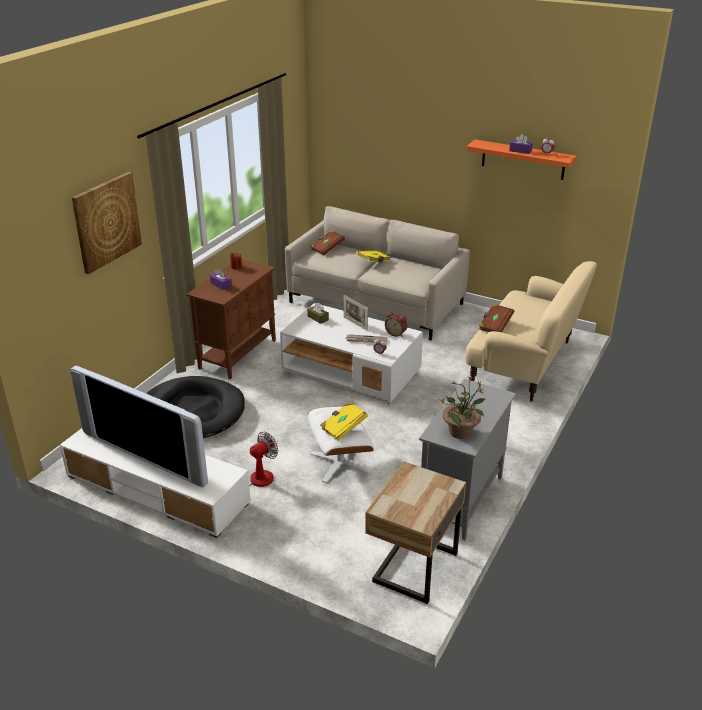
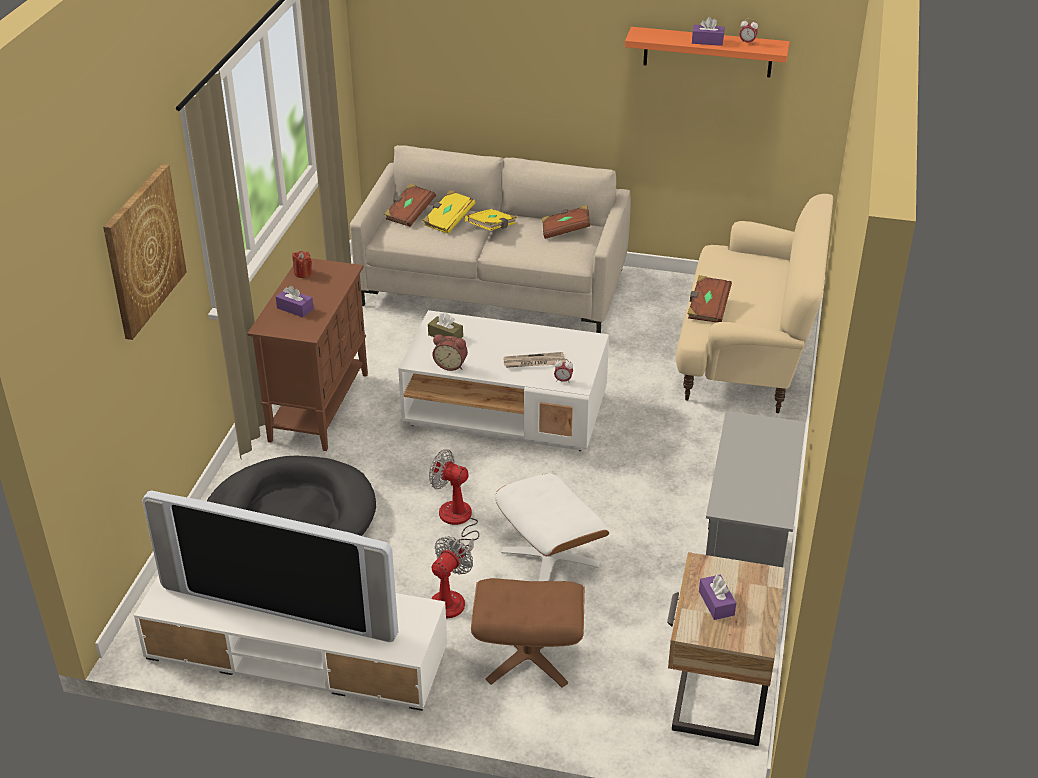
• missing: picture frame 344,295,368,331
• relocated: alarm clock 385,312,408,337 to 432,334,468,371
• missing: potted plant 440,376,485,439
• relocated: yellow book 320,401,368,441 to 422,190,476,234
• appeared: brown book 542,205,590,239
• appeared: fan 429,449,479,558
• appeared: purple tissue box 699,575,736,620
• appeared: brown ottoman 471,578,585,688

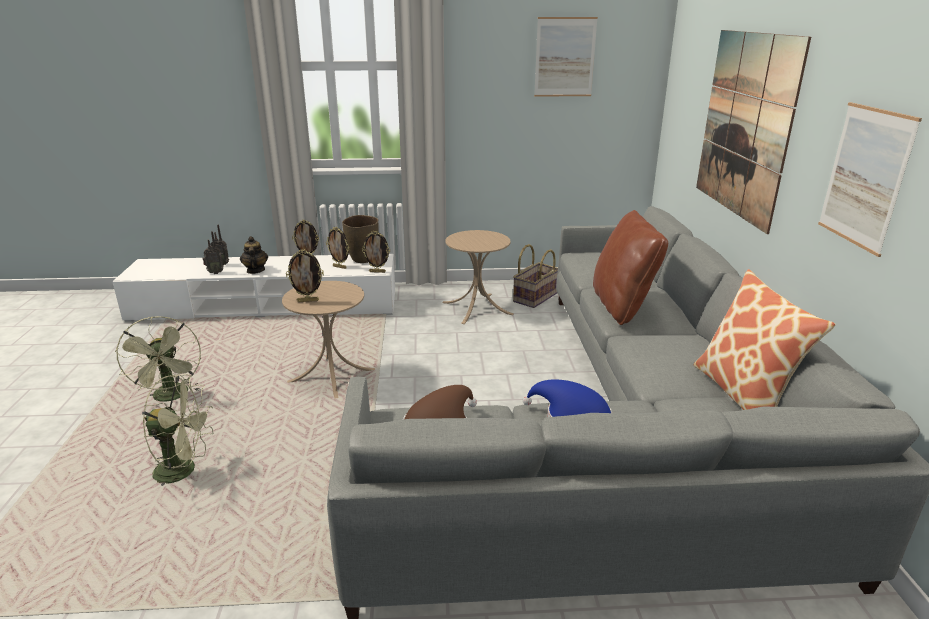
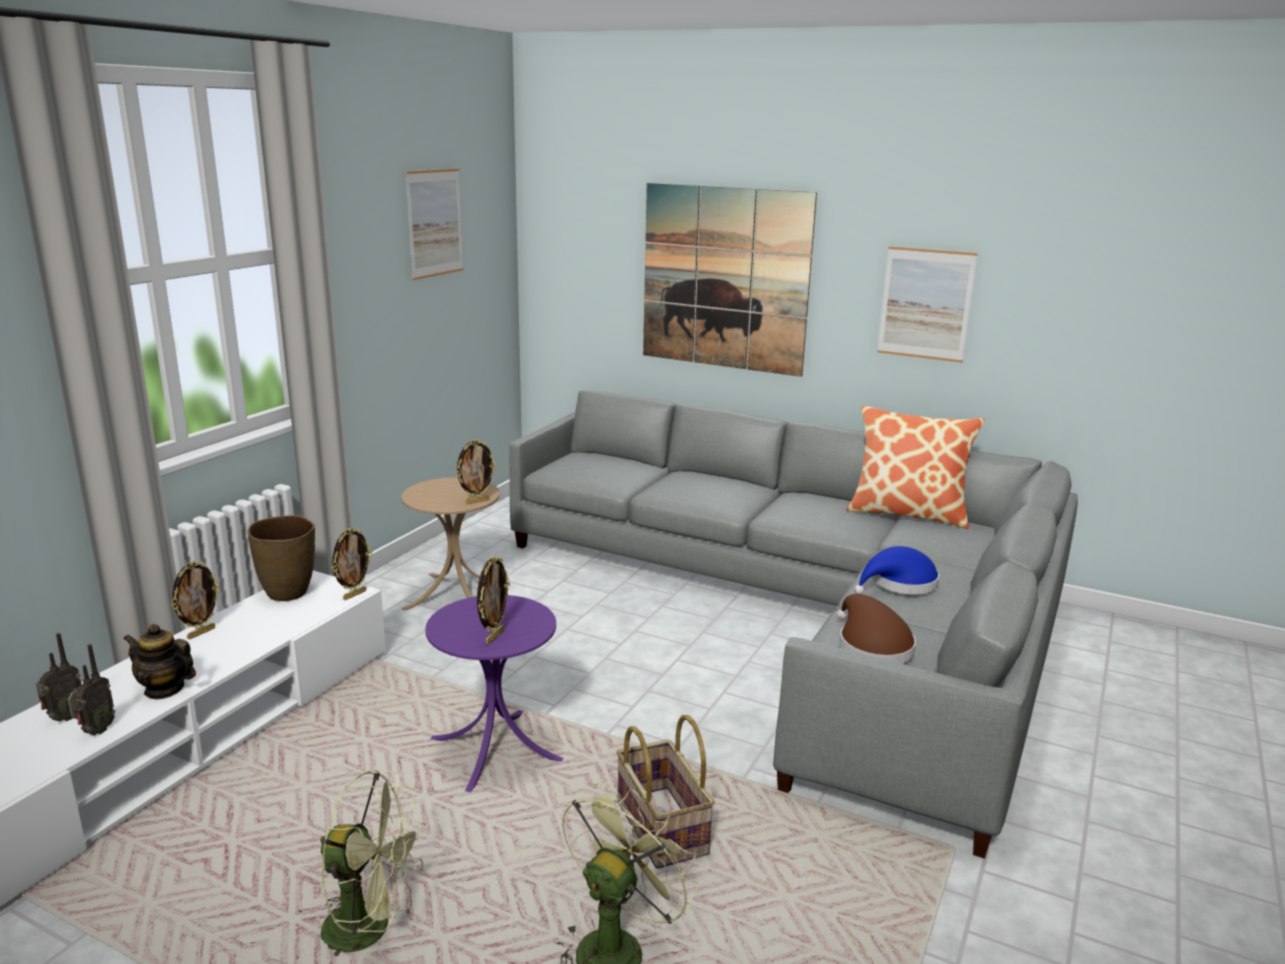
• missing: brown pillow 593,210,668,325
• relocated: picture frame 326,227,349,269 to 455,439,497,504
• relocated: basket 513,244,558,308 to 616,715,714,868
• colour: beige side table 282,281,375,399 to purple side table 425,595,563,792

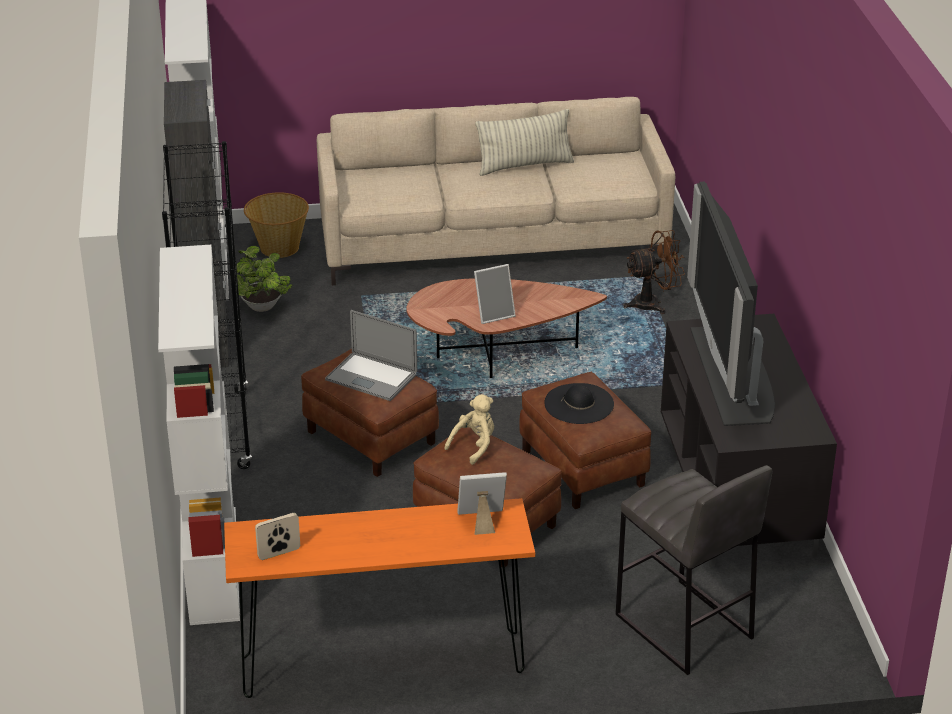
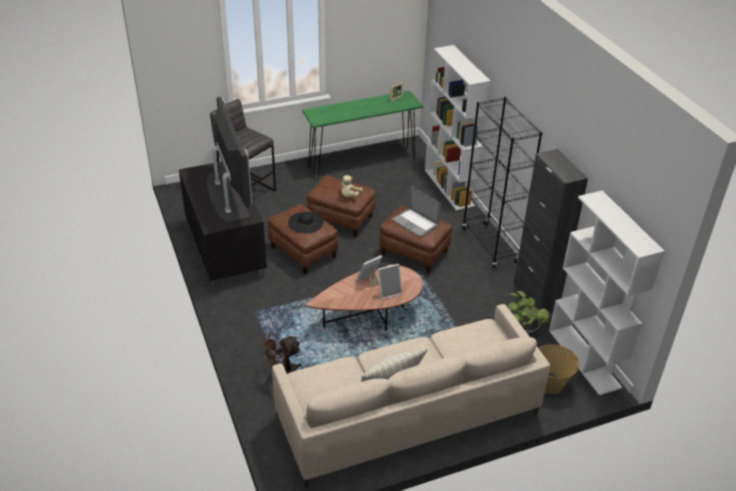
• spun: laptop 325,310,417,401 = 391,187,441,237 150 degrees counterclockwise
• relocated: picture frame 457,472,507,535 to 378,264,402,299
• colour: orange console table 224,498,535,698 to green console table 302,91,423,180

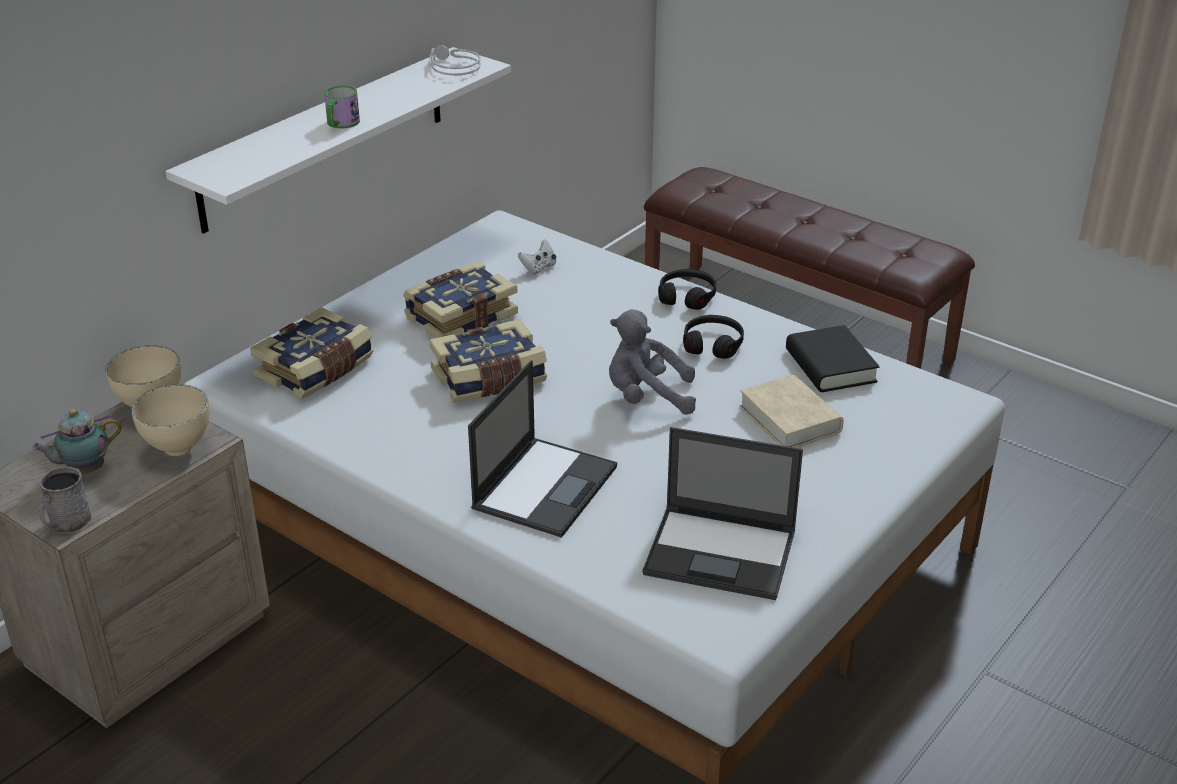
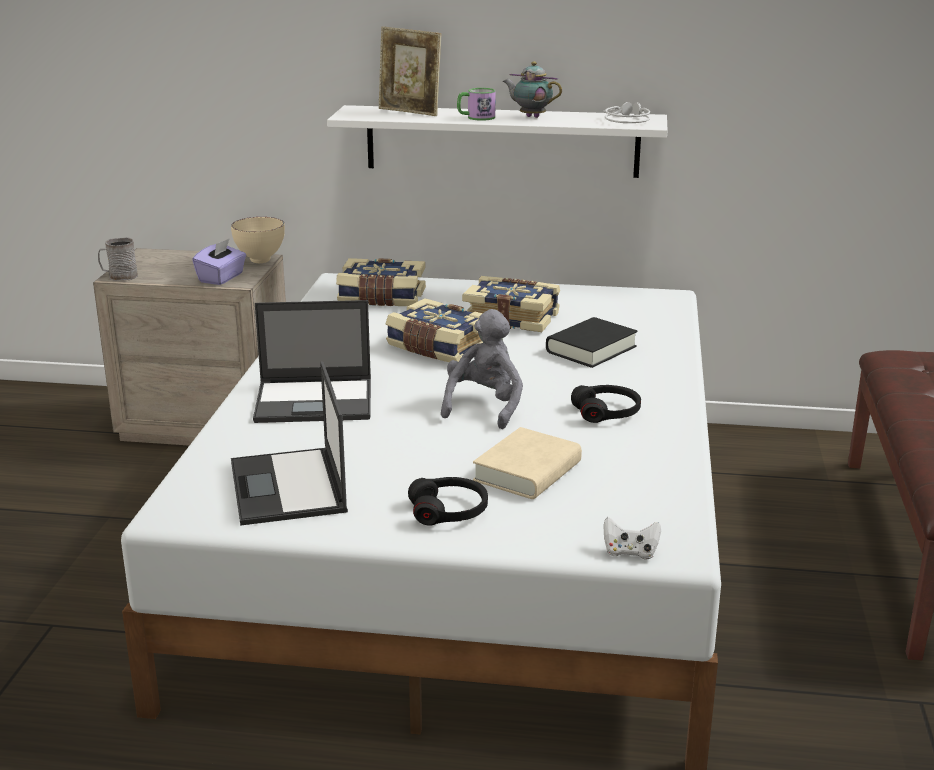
• relocated: white game controller 518,240,556,275 to 603,517,661,560
• relocated: black headphones 658,269,716,310 to 408,477,488,525
• spun: grey plush toy 609,309,696,415 = 441,309,523,429 45 degrees clockwise
• relocated: black book 786,325,879,392 to 546,317,638,368
• exchanged: beige bowl 131,384,210,456 to purple tissue box 192,238,246,285
• relocated: teapot 32,409,122,474 to 503,61,562,118
• appeared: picture frame 379,26,441,116

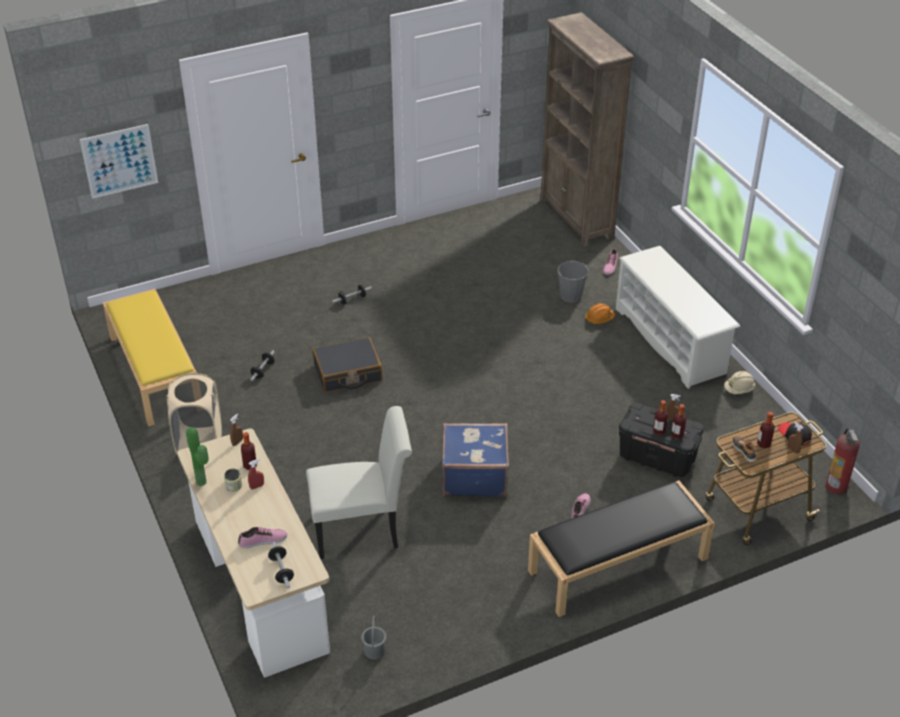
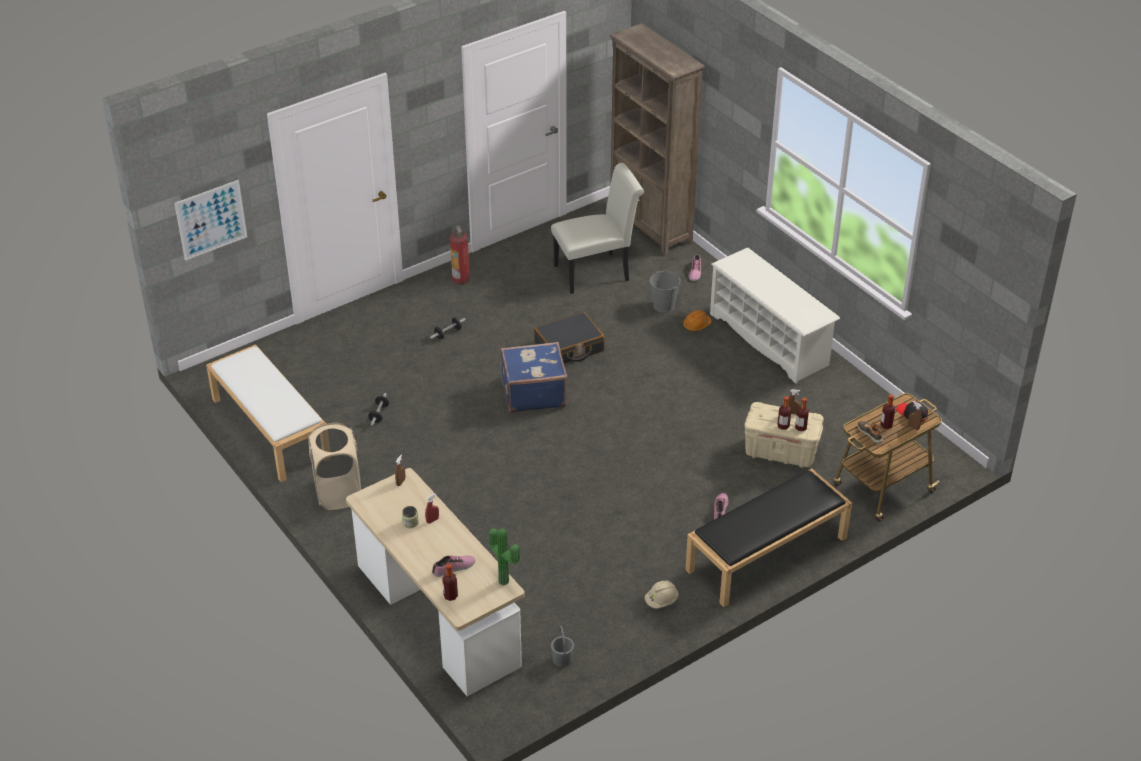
• colour: yellow bench 103,289,197,427 to white bench 206,344,326,482
• relocated: black suitcase 312,337,382,392 to 534,312,605,364
• relocated: beige hard hat 724,371,755,394 to 645,581,679,609
• colour: black storage box 619,403,704,477 to beige storage box 745,402,824,468
• relocated: white chair 306,406,412,559 to 551,163,644,294
• relocated: blue suitcase 442,423,509,497 to 501,342,567,413
• relocated: potted plant 186,427,209,486 to 489,528,520,585
• relocated: fire extinguisher 825,429,860,496 to 450,226,470,285
• relocated: bottle 241,432,257,470 to 442,564,458,601
• missing: dumbbell 268,541,294,589

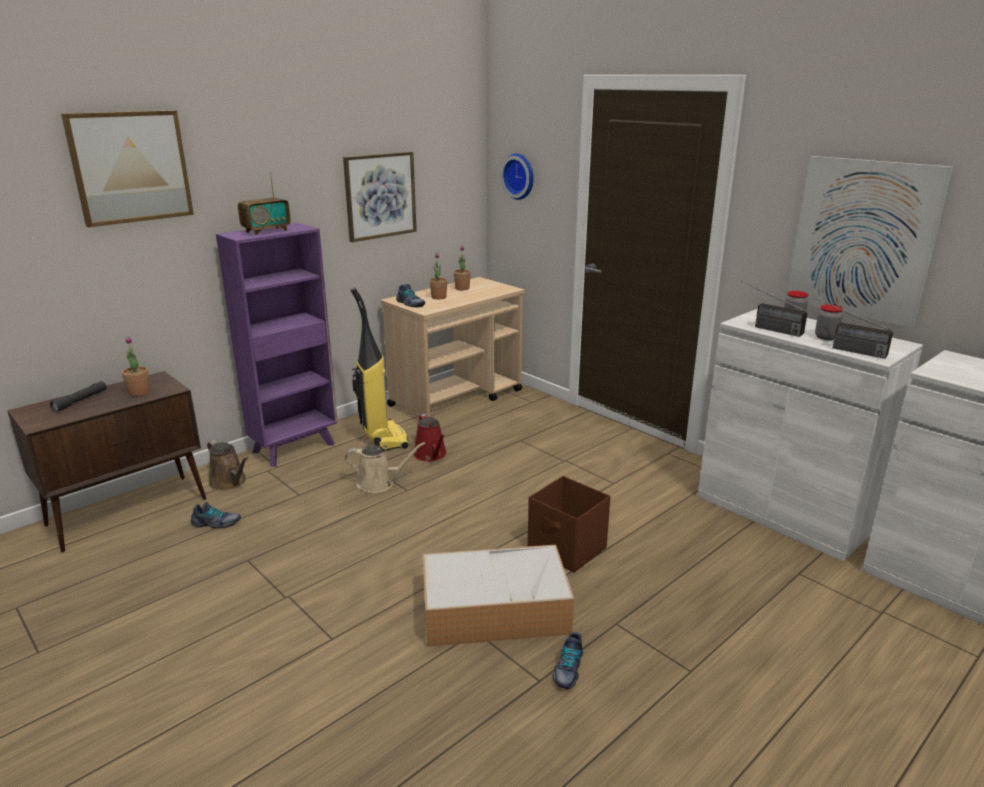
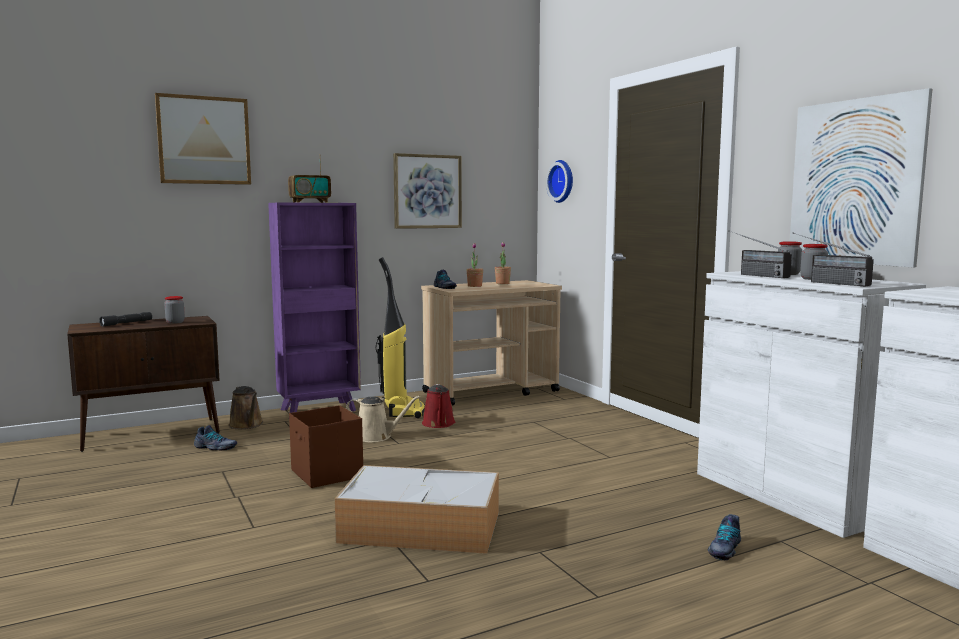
• exchanged: potted plant 122,336,150,396 to jar 164,296,185,324
• relocated: brown storage box 528,476,611,573 to 289,405,363,488
• relocated: shoe 552,632,583,689 to 707,514,741,560

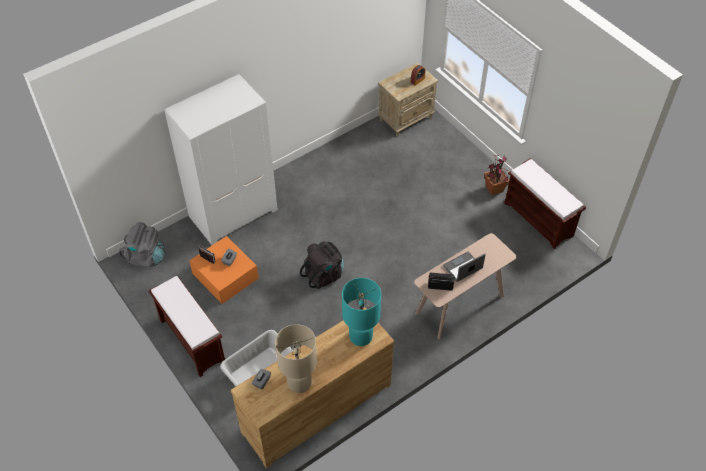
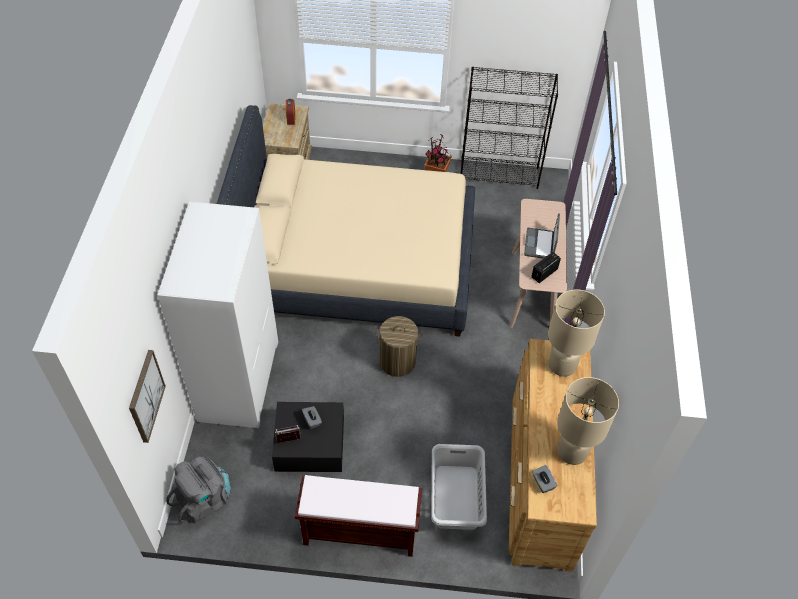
• exchanged: brown bench 504,158,586,249 to black bookcase 461,67,558,189
• colour: orange storage box 189,236,259,304 to black storage box 272,402,344,472
• exchanged: black backpack 300,241,344,289 to laundry basket 375,316,422,377
• colour: turquoise table lamp 342,278,381,346 to beige table lamp 548,289,605,377
• appeared: beige bed 217,105,475,336
• appeared: picture 129,350,166,443

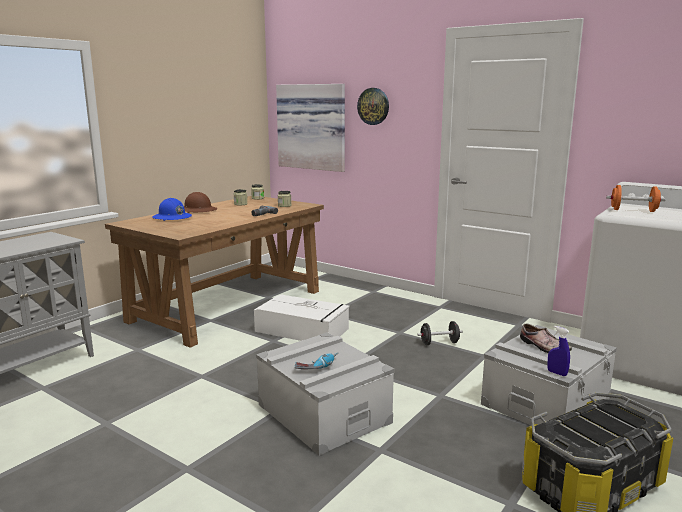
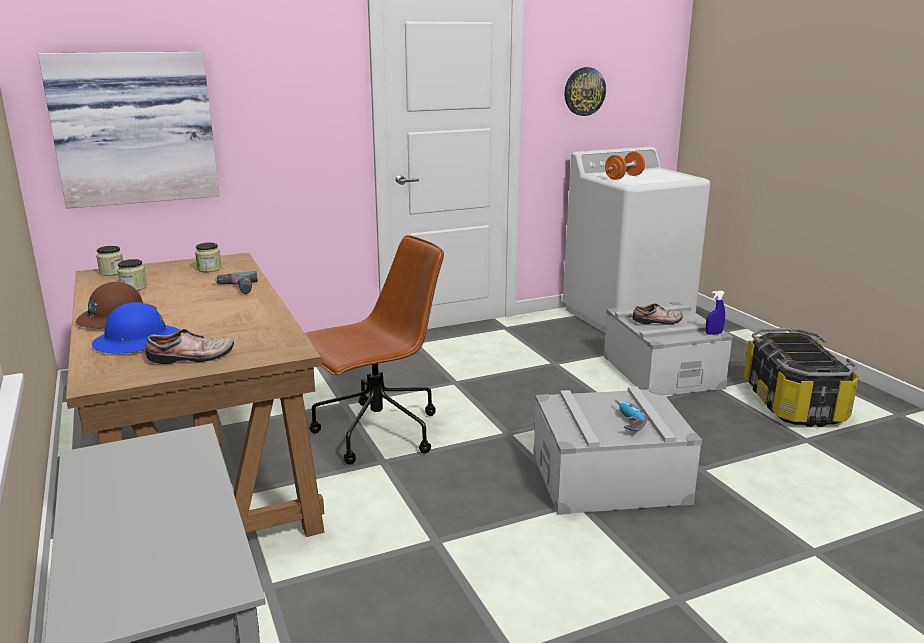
• relocated: wall clock 357,88,389,125 to 564,67,606,116
• exchanged: white storage box 254,294,350,341 to brown office chair 305,235,444,465
• missing: black dumbbell 418,321,462,345
• appeared: shoe 146,329,234,364

